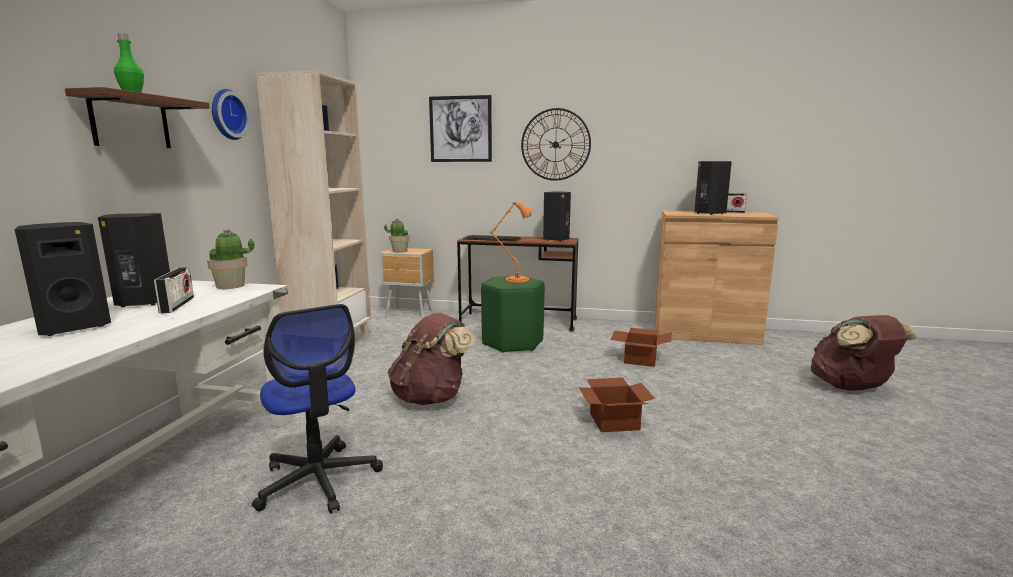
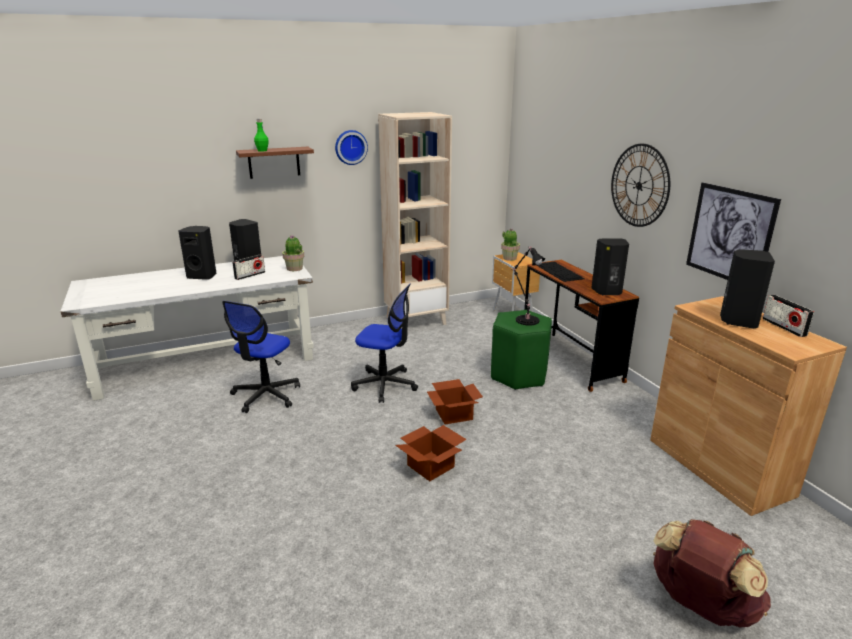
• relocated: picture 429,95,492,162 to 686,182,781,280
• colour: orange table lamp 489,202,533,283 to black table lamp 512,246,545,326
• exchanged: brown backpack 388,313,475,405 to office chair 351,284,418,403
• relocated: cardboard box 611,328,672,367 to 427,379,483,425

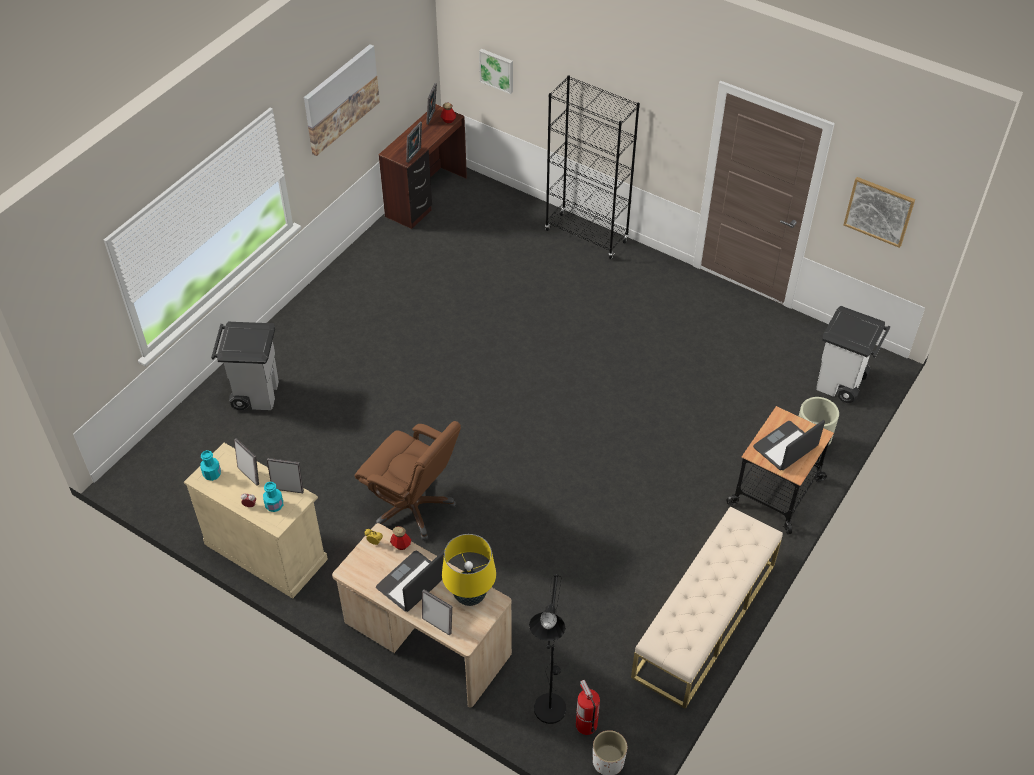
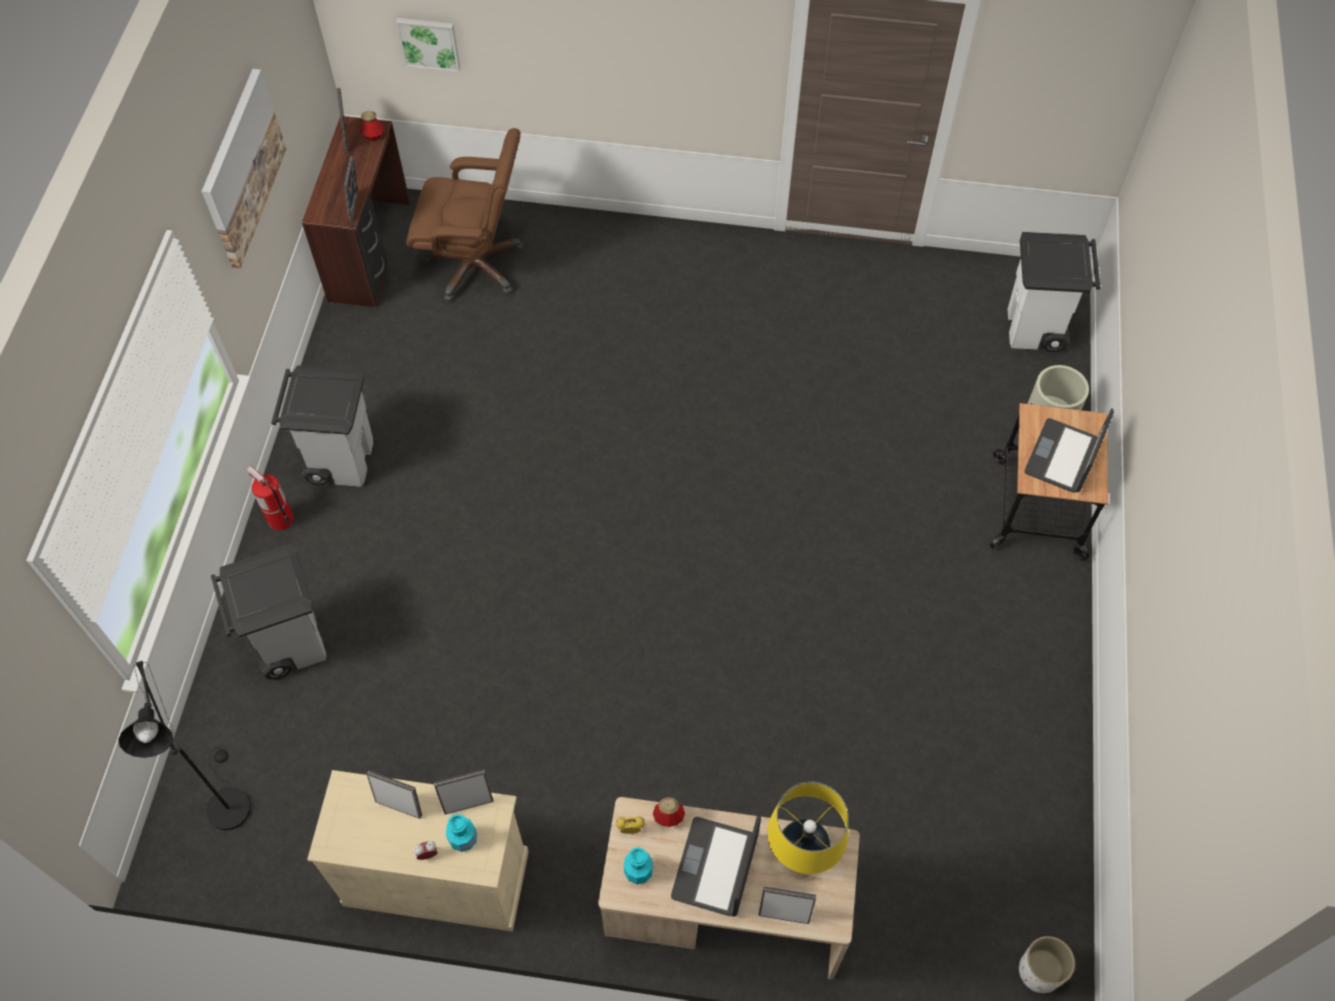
• missing: black bookcase 545,75,640,259
• missing: picture 843,177,915,248
• relocated: brown office chair 354,421,461,541 to 406,128,523,302
• relocated: turquoise bottle 200,450,221,481 to 624,847,653,884
• missing: beige bench 631,506,783,709
• relocated: black floor lamp 529,574,566,724 to 118,661,251,830
• relocated: fire extinguisher 576,680,600,735 to 247,466,294,530
• appeared: grey trash can 271,365,374,487

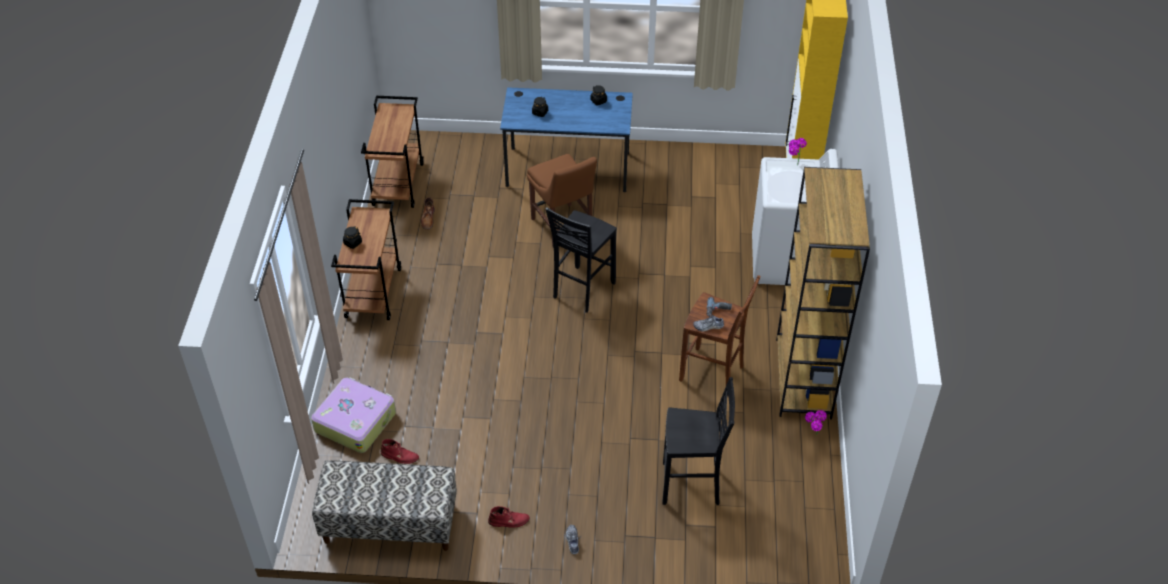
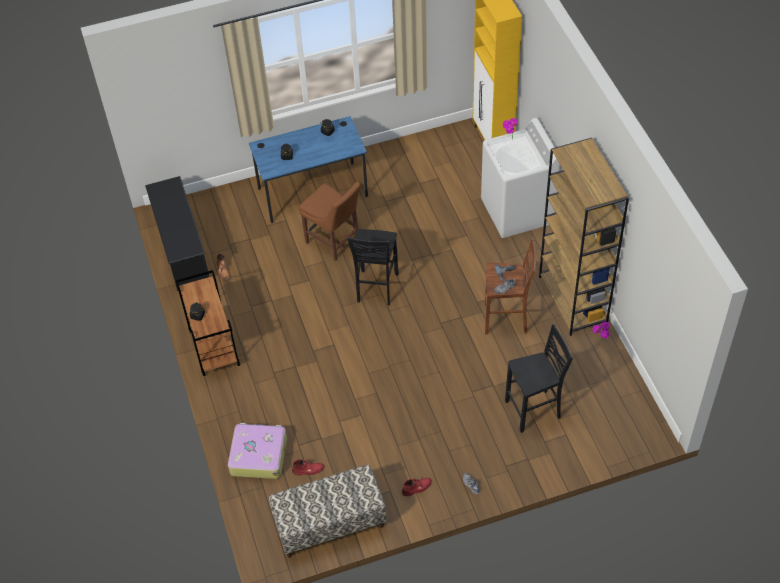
• exchanged: brown cart 361,96,424,208 to black shoe rack 145,176,209,291

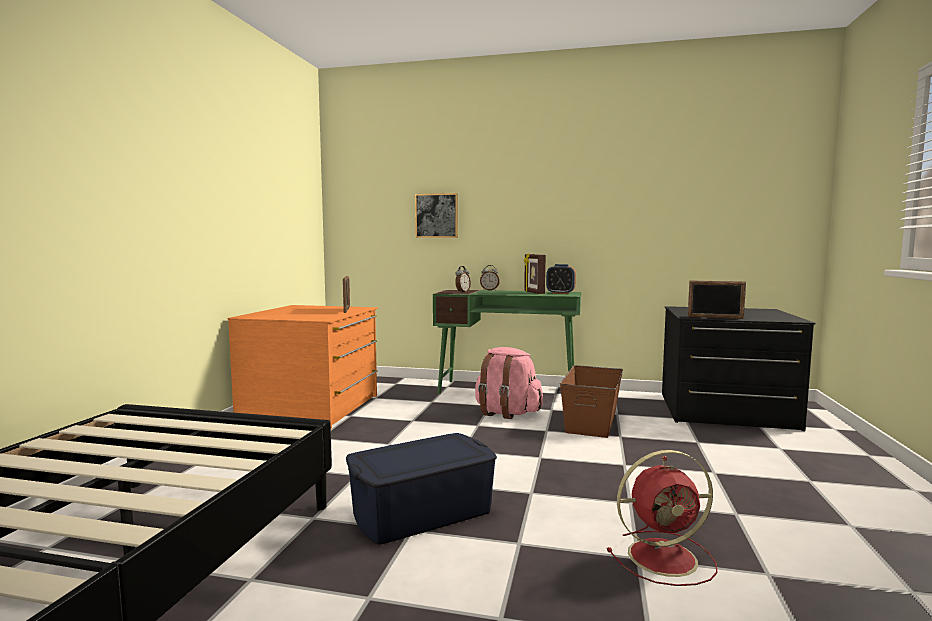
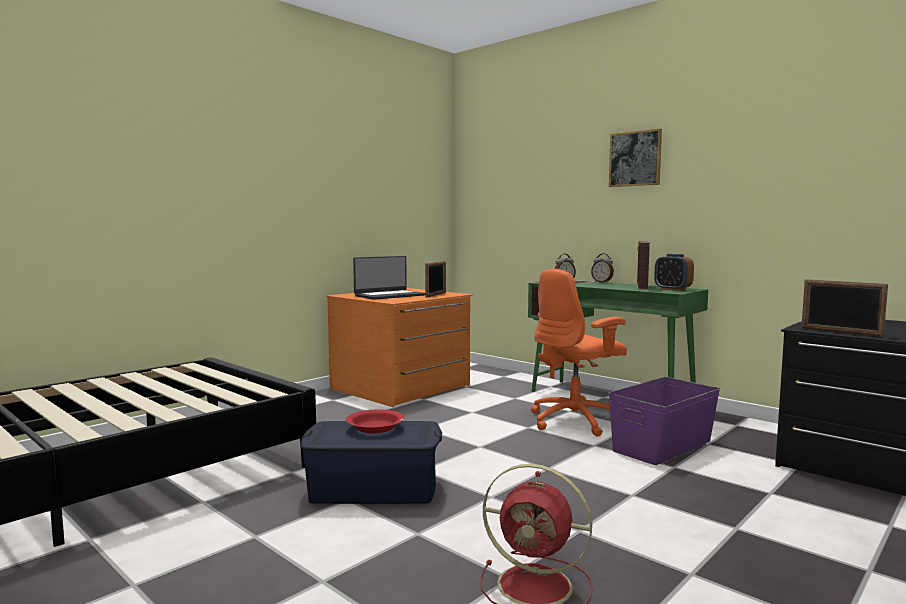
• relocated: picture 415,193,458,238 to 609,129,662,187
• exchanged: pink backpack 475,347,543,419 to orange office chair 531,269,627,437
• colour: brown storage box 560,365,623,438 to purple storage box 608,377,720,465
• appeared: laptop 353,256,425,300
• appeared: red bowl 346,409,404,433

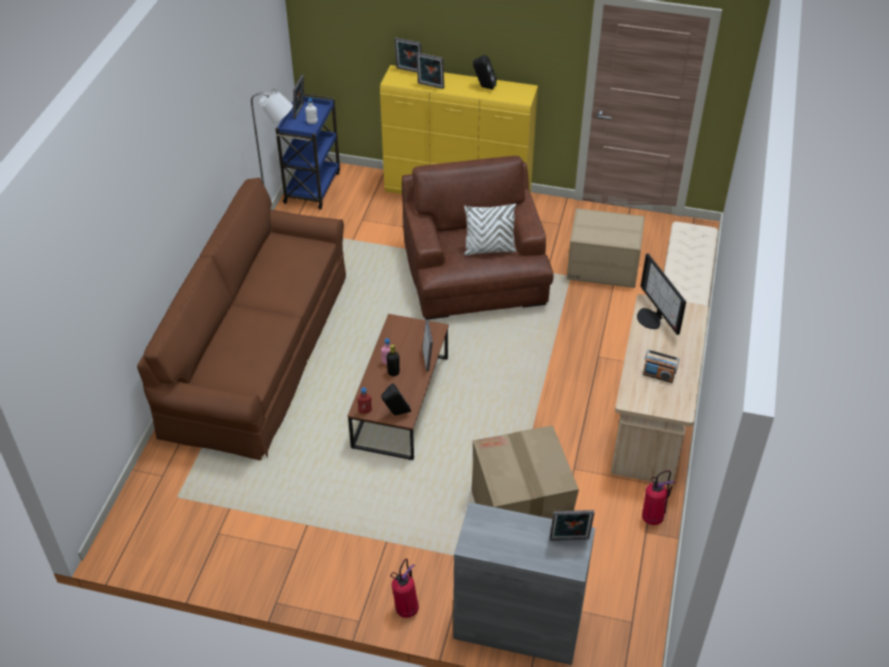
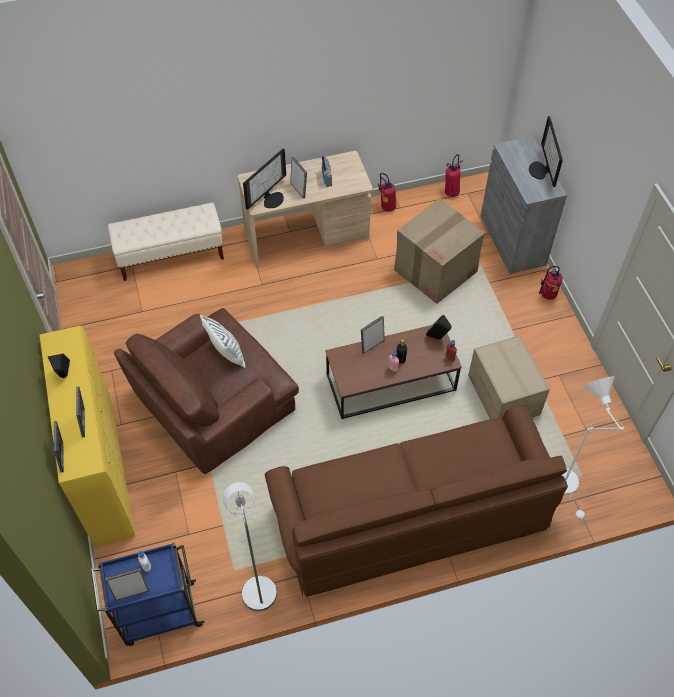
• relocated: cardboard box 567,208,645,288 to 468,335,550,419
• relocated: picture frame 550,510,594,541 to 290,157,307,198
• appeared: monitor 529,116,563,187
• appeared: fire extinguisher 445,154,463,197
• appeared: white floor lamp 561,376,625,520

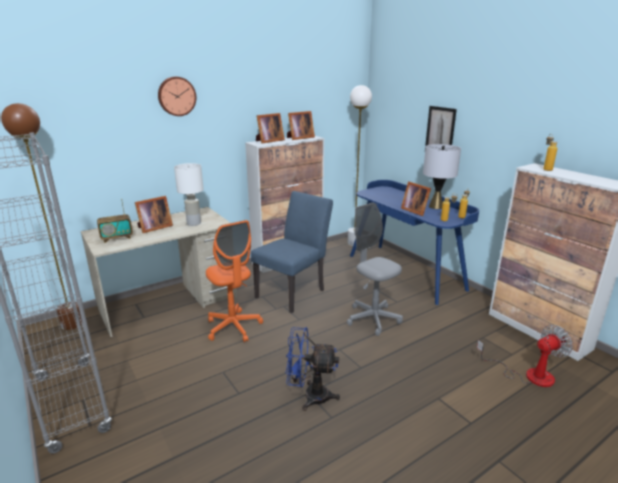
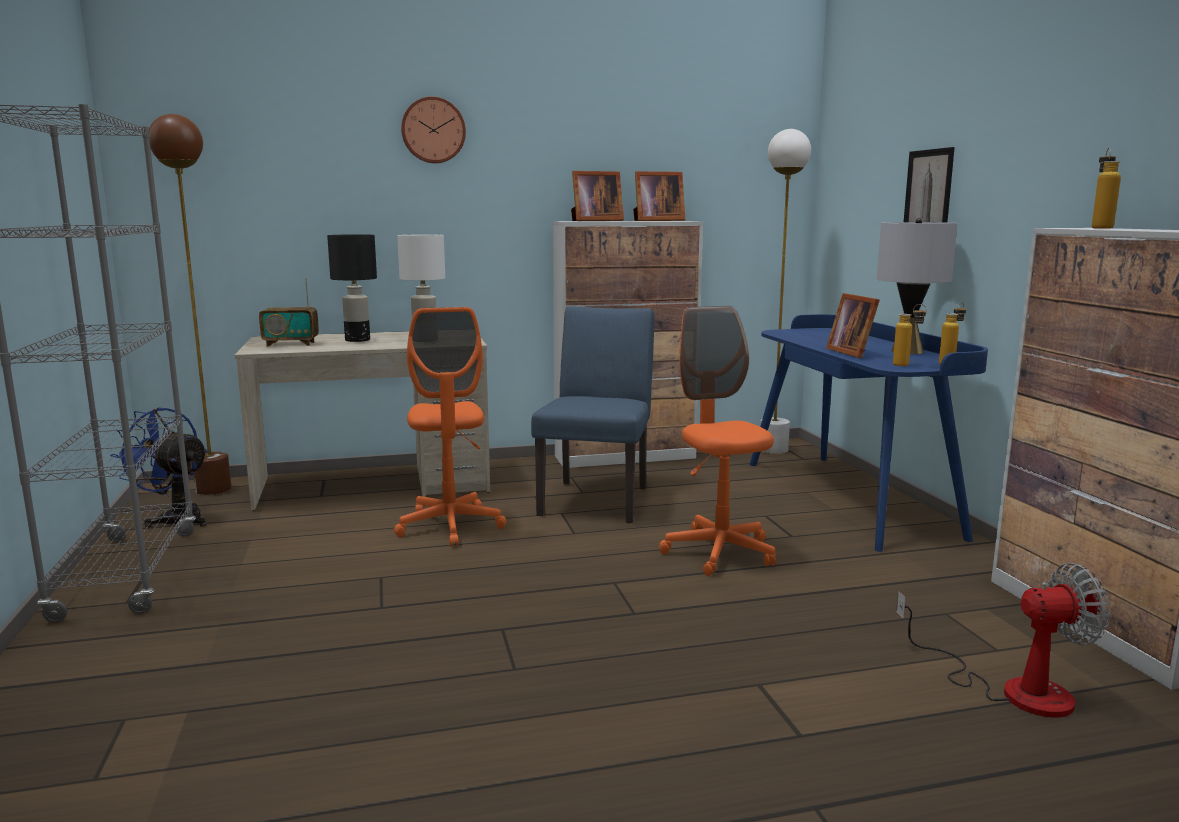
• spun: blue chair 251,191,333,313 = 531,306,655,523 45 degrees counterclockwise
• exchanged: picture frame 135,196,173,233 to black table lamp 327,234,377,342
• colour: grey office chair 347,203,403,336 to orange office chair 659,306,776,576
• relocated: blue fan 285,327,340,411 to 110,407,208,527

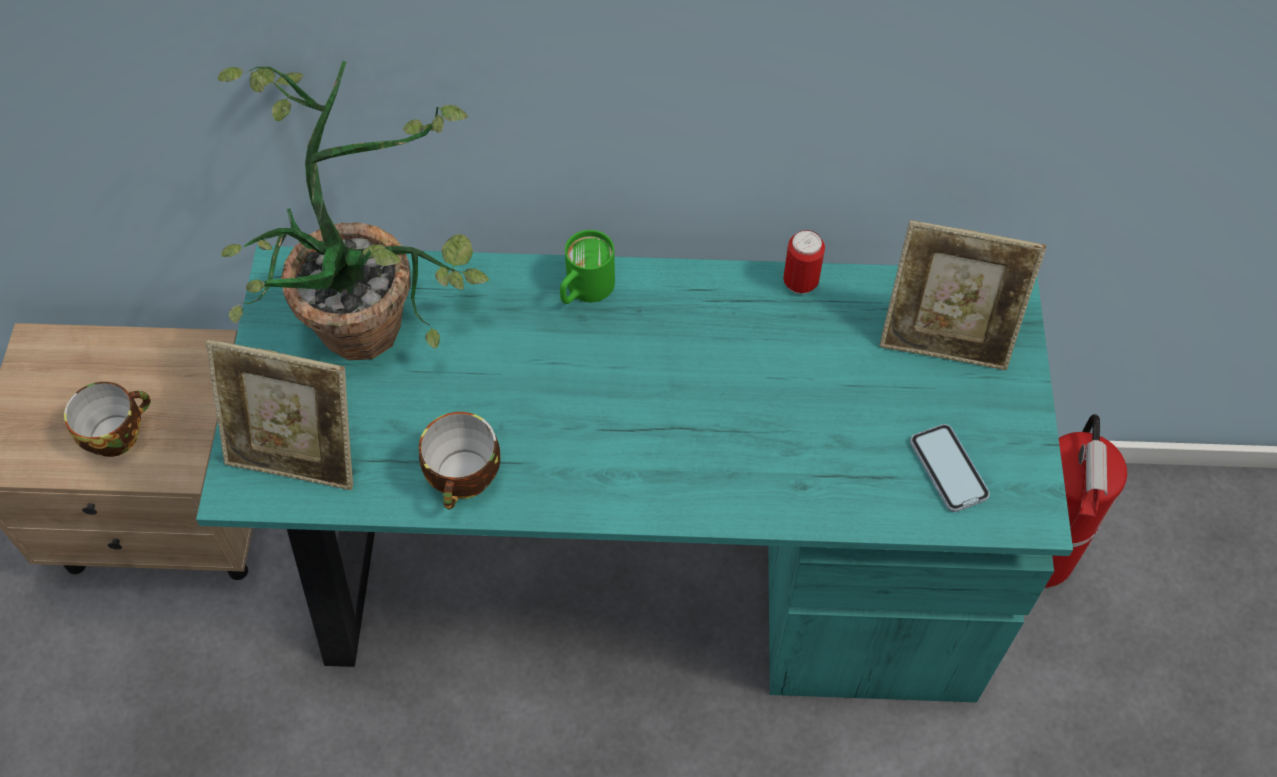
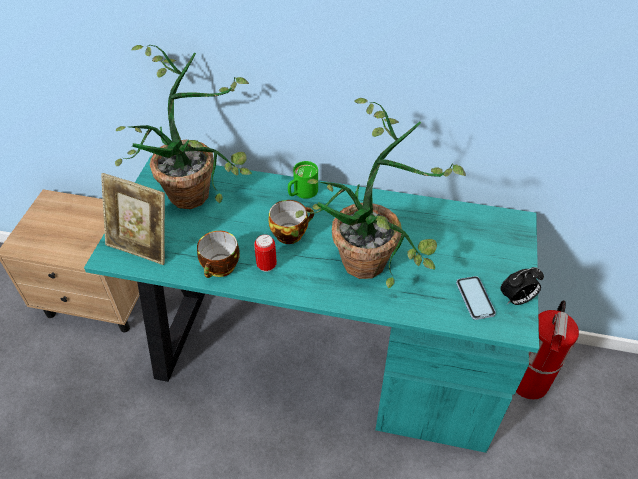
• missing: picture frame 880,220,1046,370
• relocated: can 783,230,825,294 to 254,234,277,272
• relocated: cup 64,382,150,457 to 269,200,314,244
• appeared: potted plant 295,98,466,288
• appeared: alarm clock 500,267,544,305

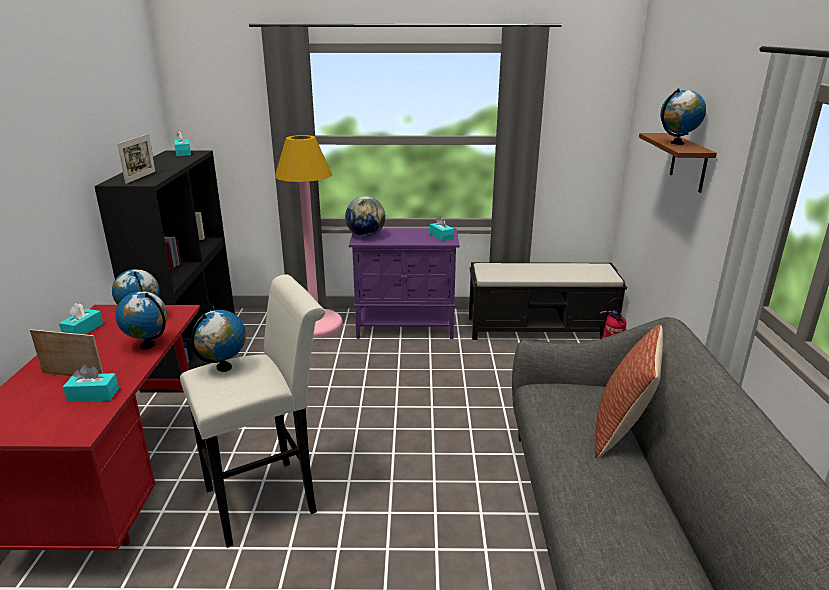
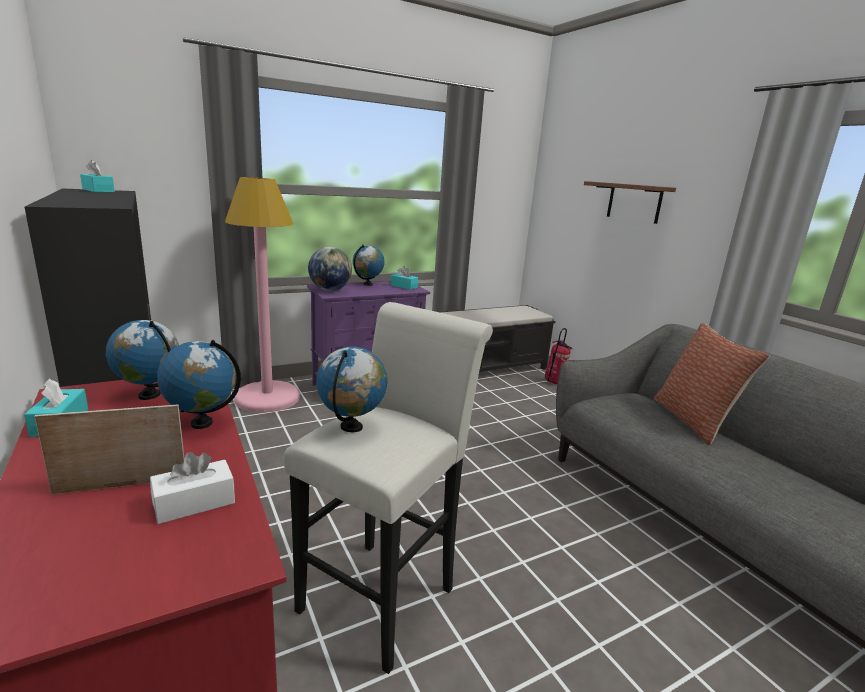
• relocated: globe 660,88,706,145 to 353,245,385,286
• missing: picture frame 117,134,156,184
• colour: turquoise tissue box 63,365,119,402 to white tissue box 150,452,235,524

